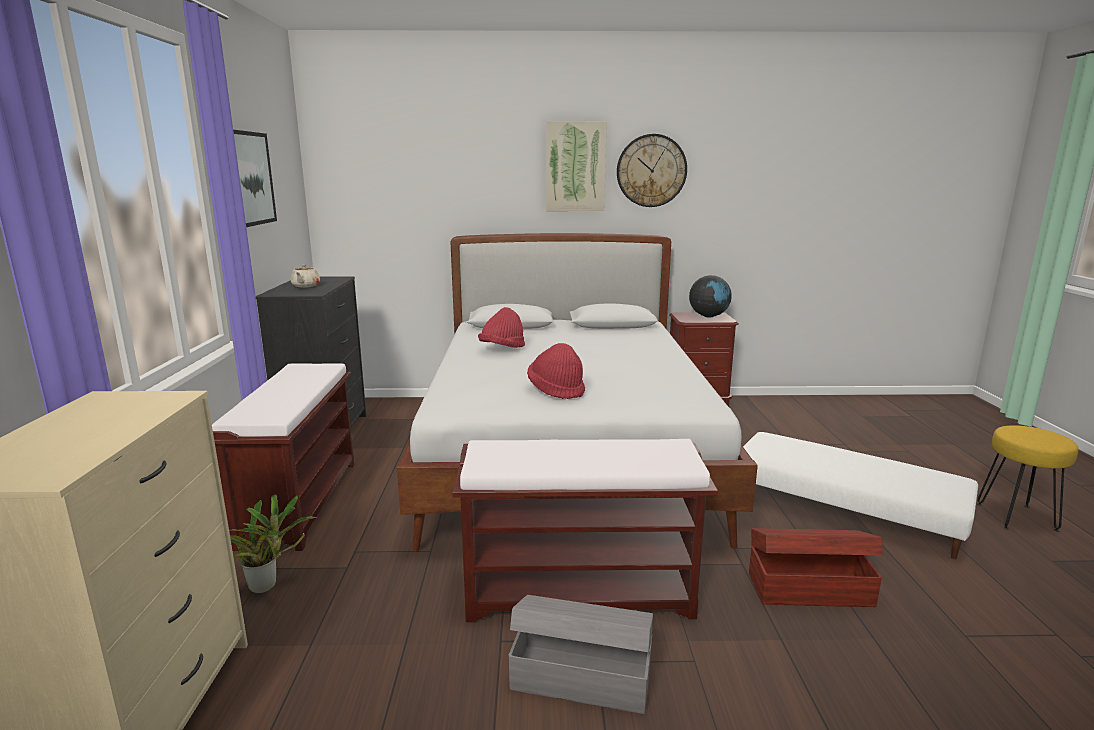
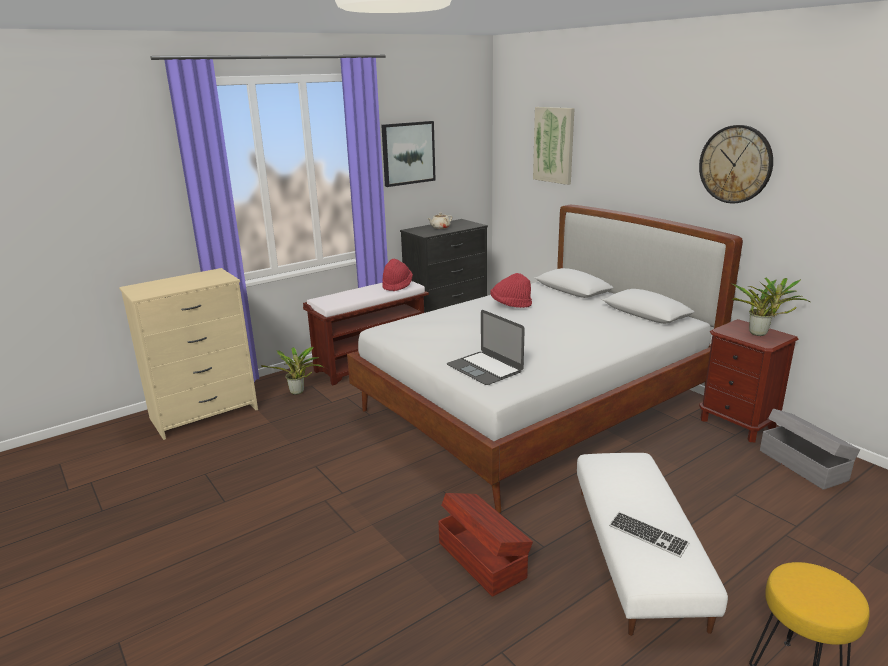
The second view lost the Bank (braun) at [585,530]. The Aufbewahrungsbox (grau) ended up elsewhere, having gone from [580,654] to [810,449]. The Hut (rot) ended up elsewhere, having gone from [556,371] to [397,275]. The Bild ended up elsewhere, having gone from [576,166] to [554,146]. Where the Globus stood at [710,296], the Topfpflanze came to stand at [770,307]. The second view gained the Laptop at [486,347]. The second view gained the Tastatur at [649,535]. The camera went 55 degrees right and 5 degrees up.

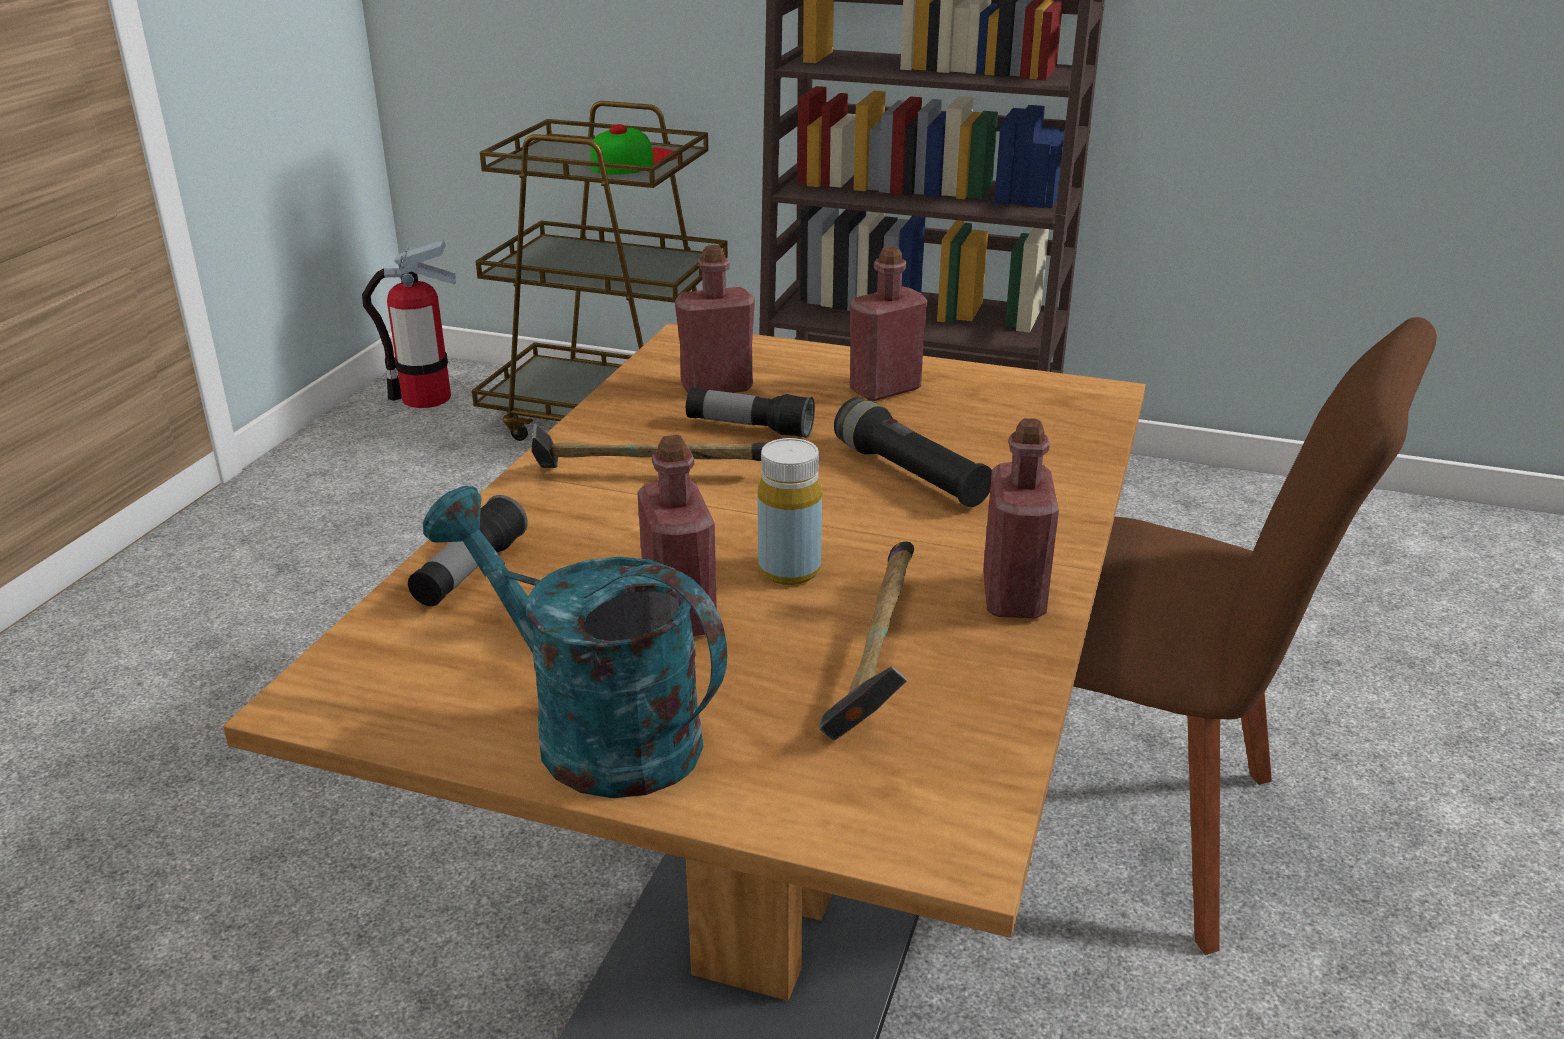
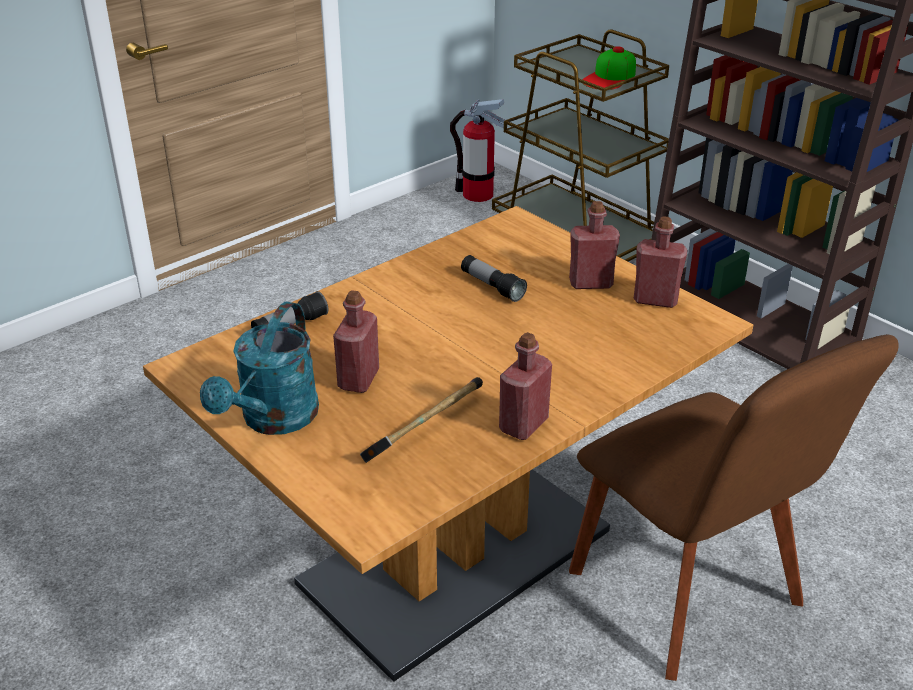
The Gießkanne (türkis) at [575,641] ended up facing another way, 135 degrees counterclockwise from before. The second view lost the Hammer at [649,446]. The Kappe at [634,149] ended up facing another way, 150 degrees clockwise from before. The Flasche (rot) ended up elsewhere, having gone from [715,319] to [661,262]. The second view lost the Flasche (gelb) at [789,511]. The second view lost the Taschenlampe (schwarz) at [913,452]. The camera went 30 degrees right and 5 degrees up.

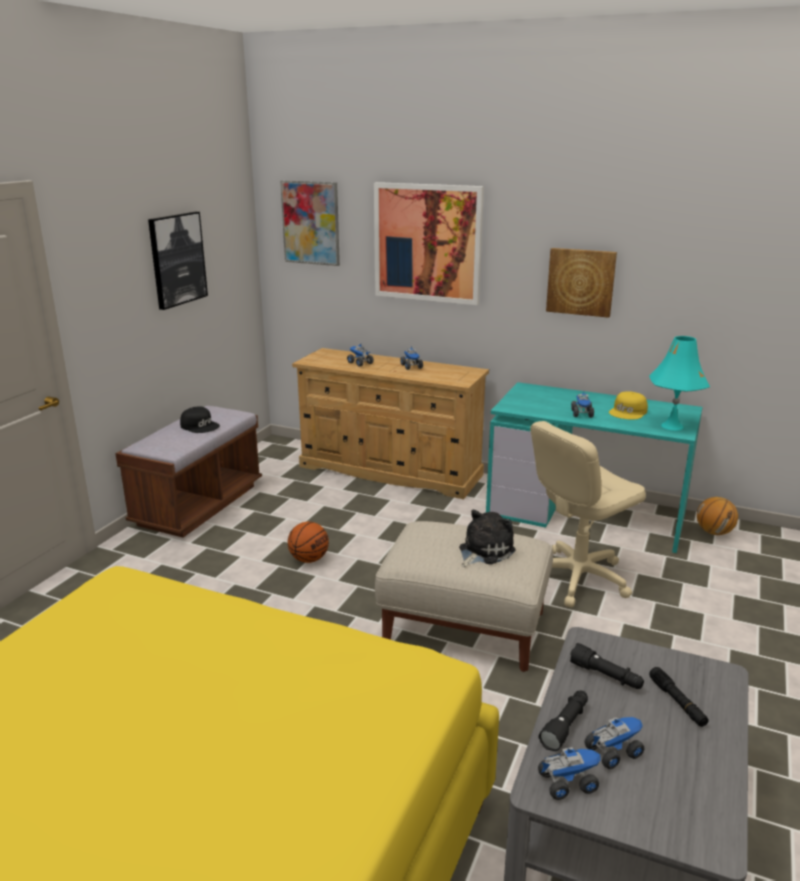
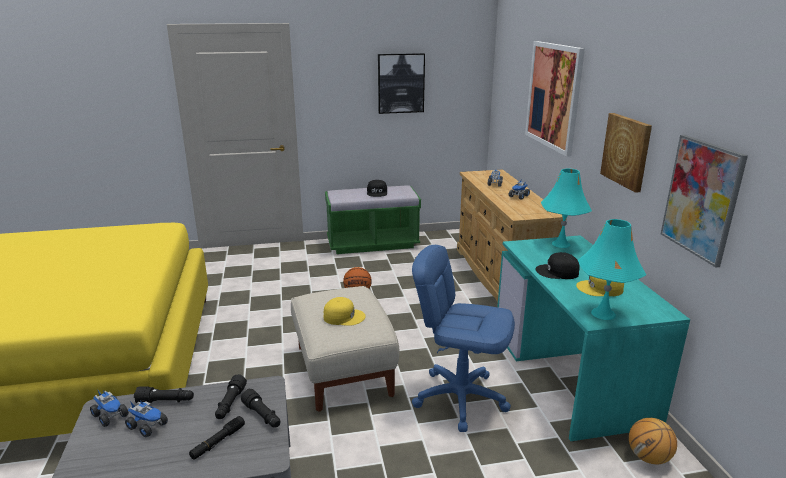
What was the Bank (braun) at [188,472] turned into the Bank (grün) at [373,219]. The Bild ended up elsewhere, having gone from [310,223] to [704,201]. Where the Plüschtier stood at [487,538], the Kappe (gelb) came to stand at [345,311]. What was the Bürostuhl (beige) at [588,514] turned into the Bürostuhl (blau) at [463,338]. Where the Spielzeuglaster stood at [582,405], the Kappe (schwarz) came to stand at [557,265]. The second view gained the Taschenlampe (schwarz) at [260,408]. The second view gained the Tischlampe (türkis) at [566,208]. The camera went 55 degrees right and 0 degrees up.

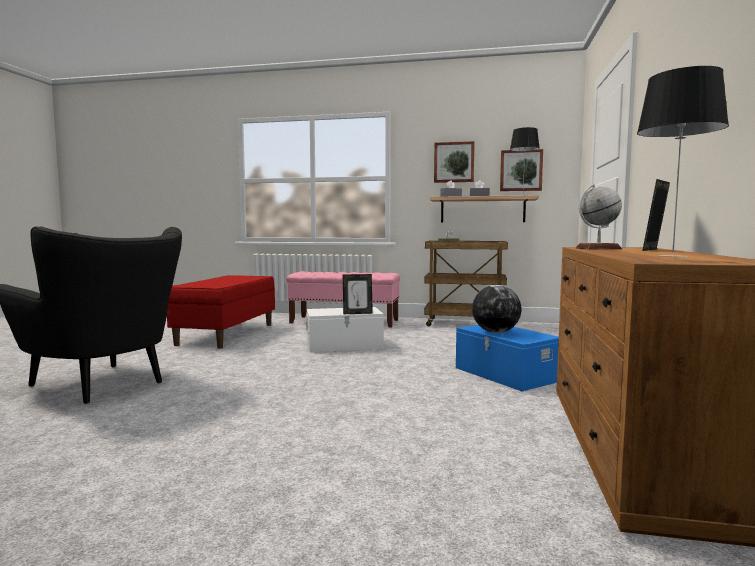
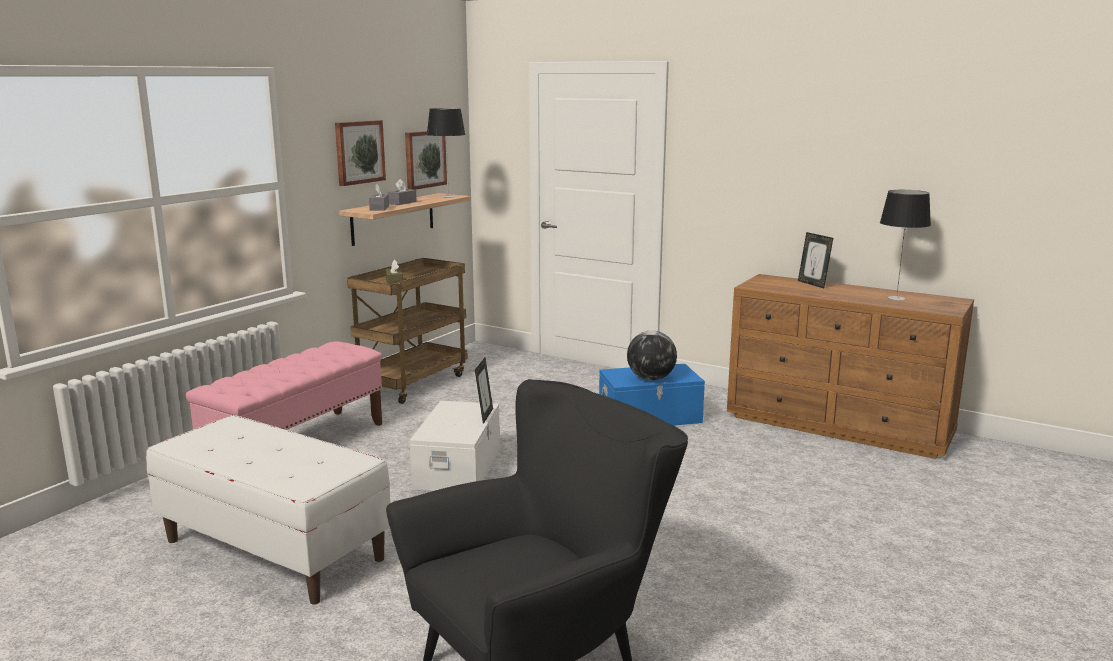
What was the Bank (rot) at [221,312] turned into the Bank (weiß) at [268,510]. The second view lost the Globus at [599,216]. The camera went 70 degrees left and 10 degrees up.

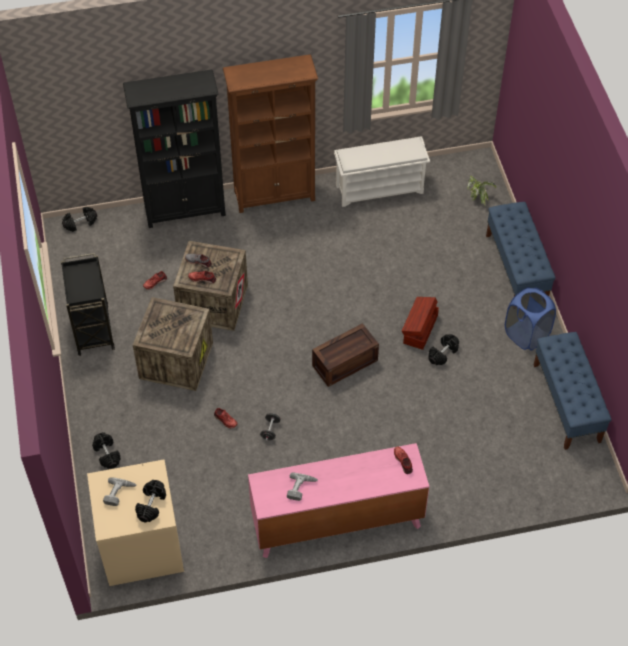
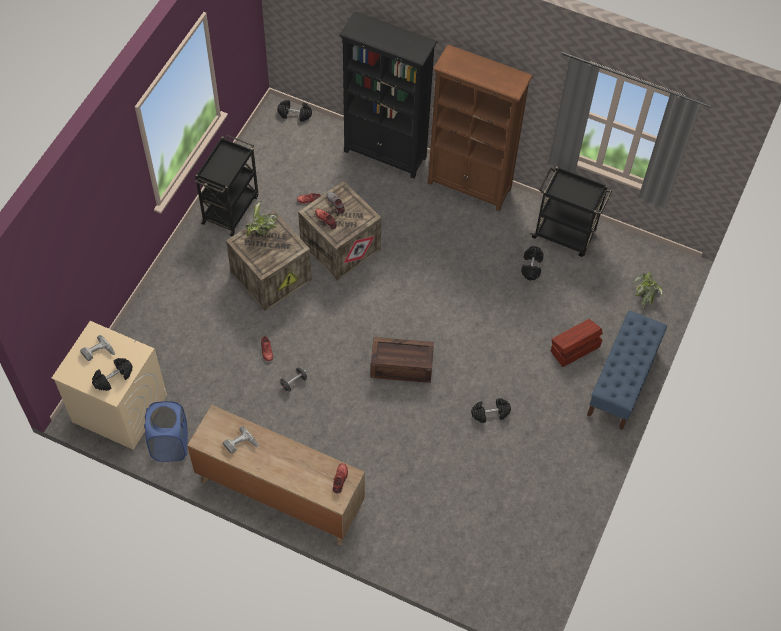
The Hantel (schwarz) ended up elsewhere, having gone from [106,450] to [532,263]. What was the Kommode (rosa) at [338,500] turned into the Kommode (braun) at [276,475]. Where the Schuhregal (weiß) stood at [382,171], the Rollwagen (schwarz) came to stand at [571,211]. The Aufbewahrungsbox (braun) ended up elsewhere, having gone from [420,323] to [577,343]. The Wäschekorb (blau) ended up elsewhere, having gone from [530,318] to [166,431]. The second view lost the Bank (blau) at [572,391]. The second view gained the Topfpflanze at [262,219]. The camera went 35 degrees right and 5 degrees up.

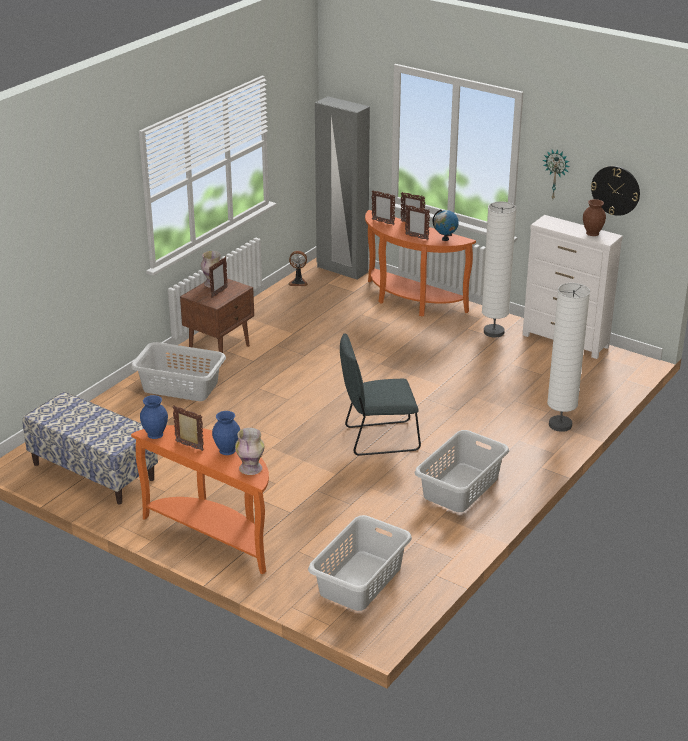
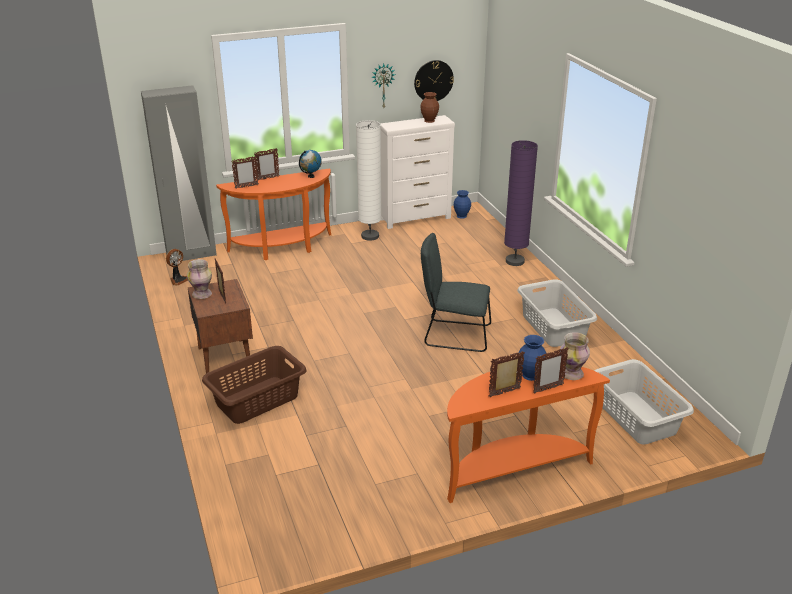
The second view lost the Bank at [90,448]. What was the Wäschekorb (grau) at [178,371] turned into the Wäschekorb (braun) at [254,385]. The Vase (blau) ended up elsewhere, having gone from [154,417] to [462,204]. The Stuhl (grau) at [380,394] ended up facing another way, 75 degrees clockwise from before. The Bilderrahmen ended up elsewhere, having gone from [417,222] to [551,370]. What was the Stehlampe (weiß) at [568,357] turned into the Stehlampe (lila) at [521,203]. The camera went 55 degrees left and 0 degrees up.

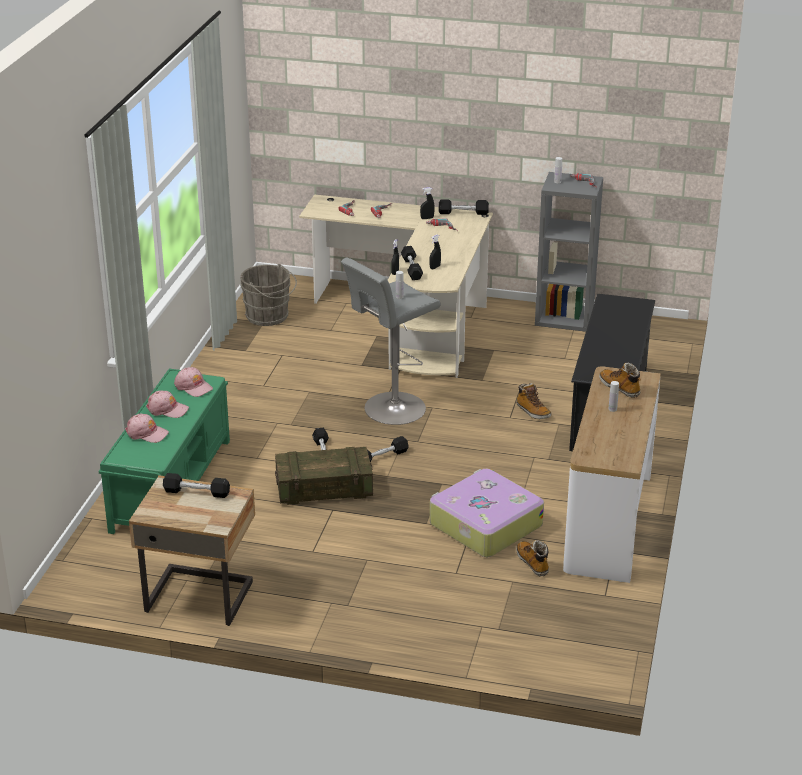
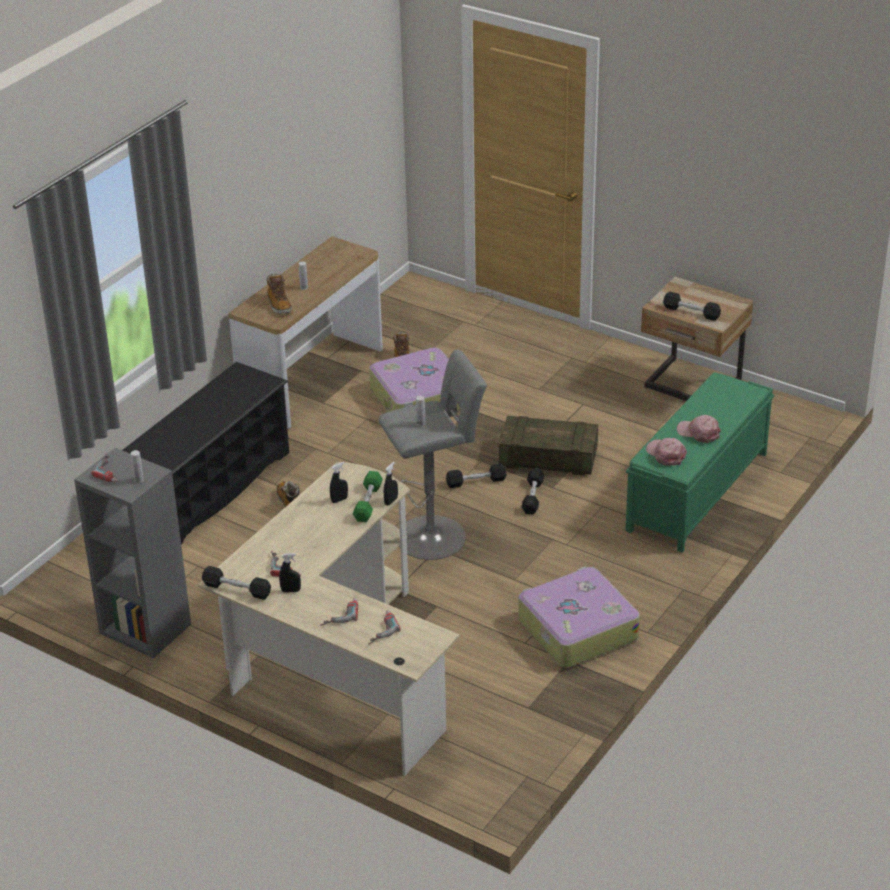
The second view lost the Kappe (rosa) at [147,428]. The second view lost the Eimer (grau) at [268,295]. What was the Hantel (schwarz) at [412,263] turned into the Hantel (grün) at [368,496]. The second view gained the Koffer at [579,617]. The camera went 160 degrees left and 5 degrees up.

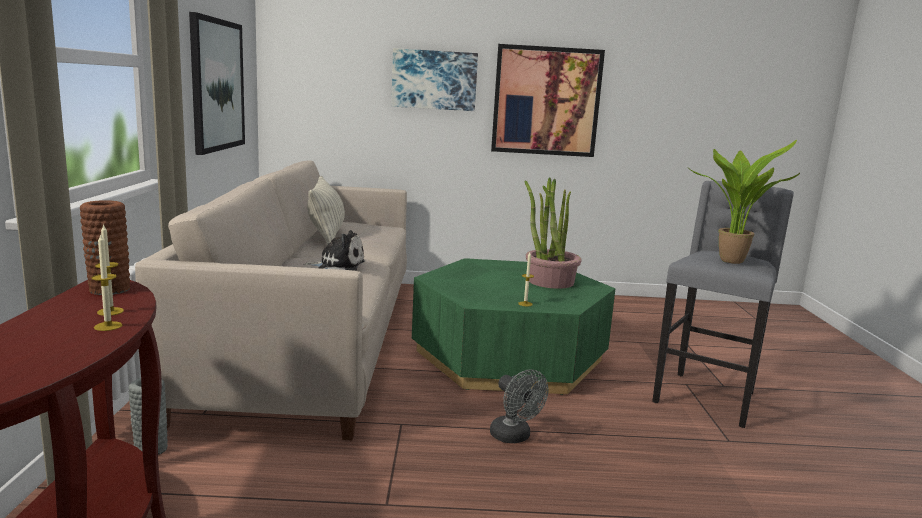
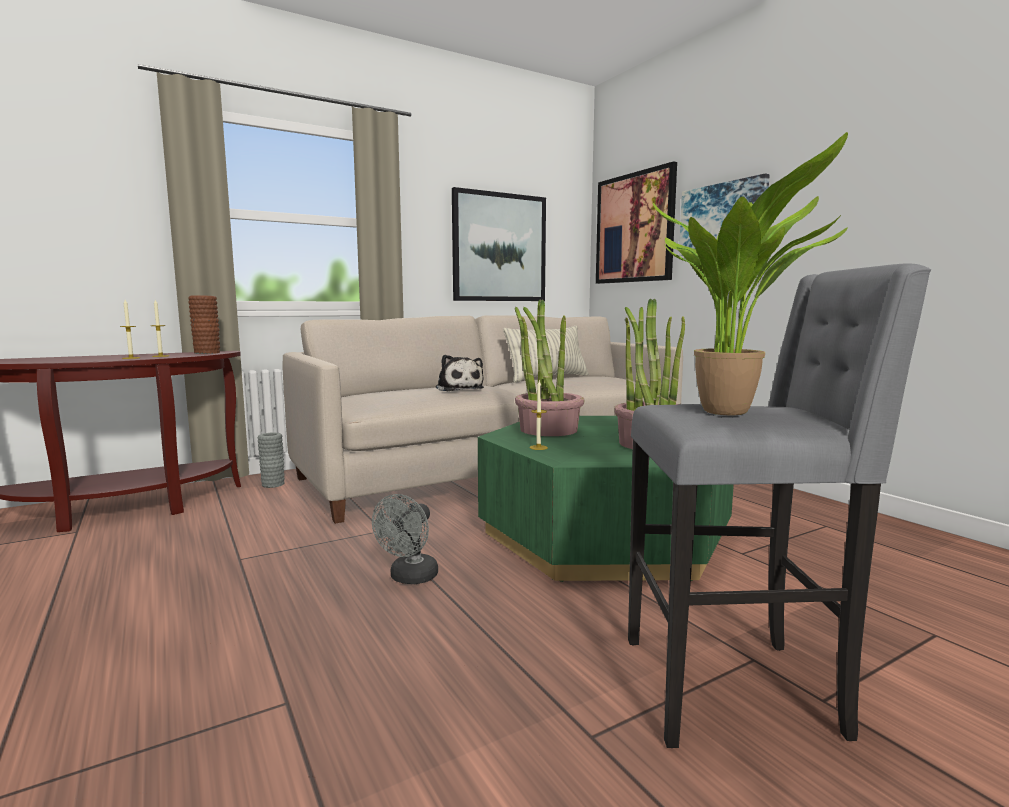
The Bild ended up elsewhere, having gone from [548,100] to [636,222]. The second view gained the Topfpflanze at [549,367]. The camera went 60 degrees right and 5 degrees down.

